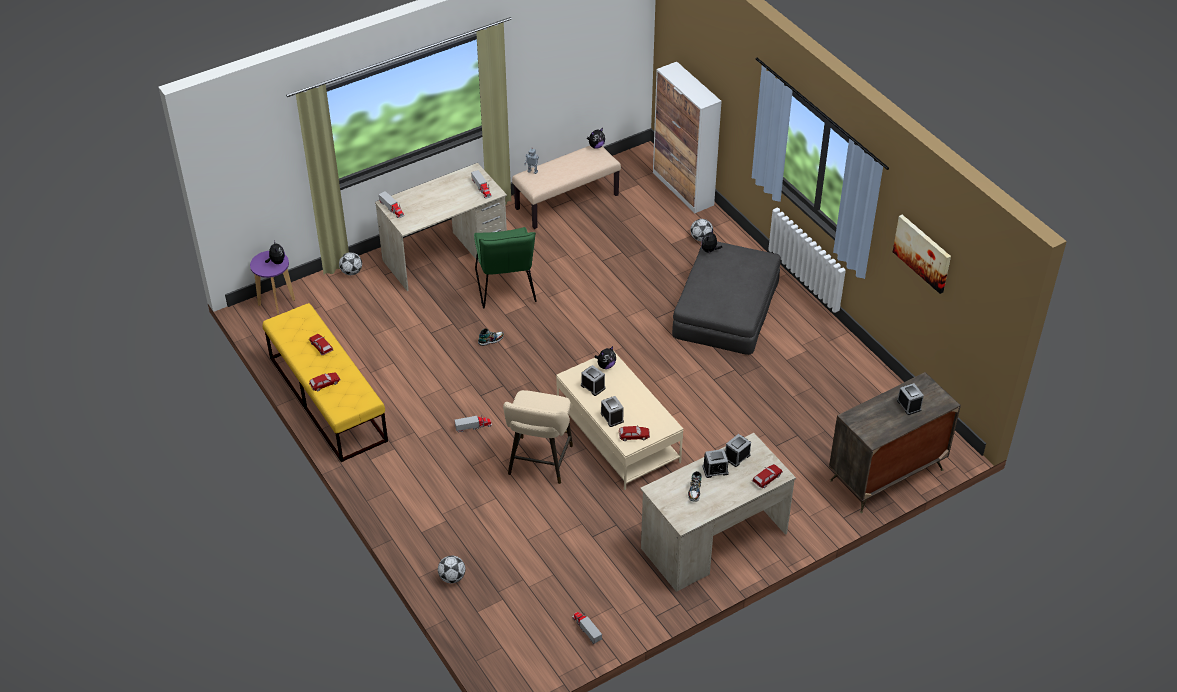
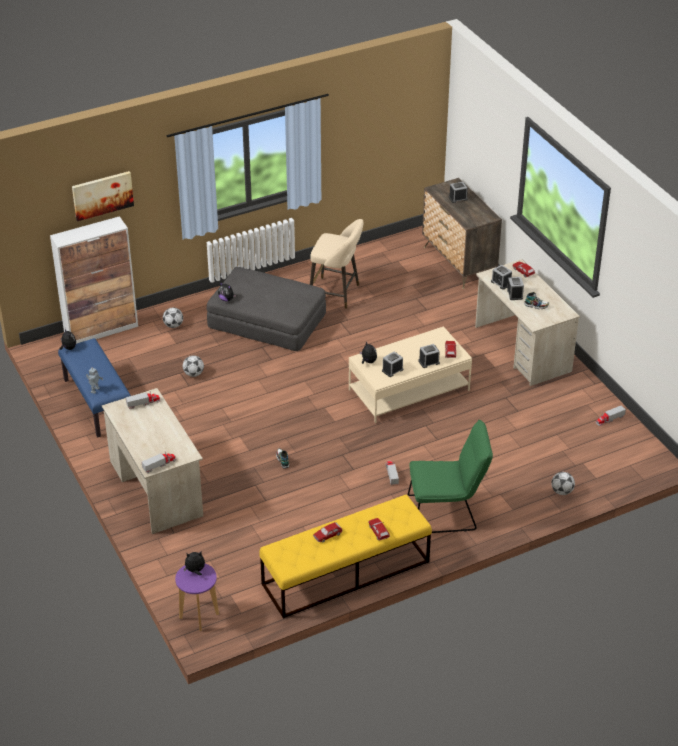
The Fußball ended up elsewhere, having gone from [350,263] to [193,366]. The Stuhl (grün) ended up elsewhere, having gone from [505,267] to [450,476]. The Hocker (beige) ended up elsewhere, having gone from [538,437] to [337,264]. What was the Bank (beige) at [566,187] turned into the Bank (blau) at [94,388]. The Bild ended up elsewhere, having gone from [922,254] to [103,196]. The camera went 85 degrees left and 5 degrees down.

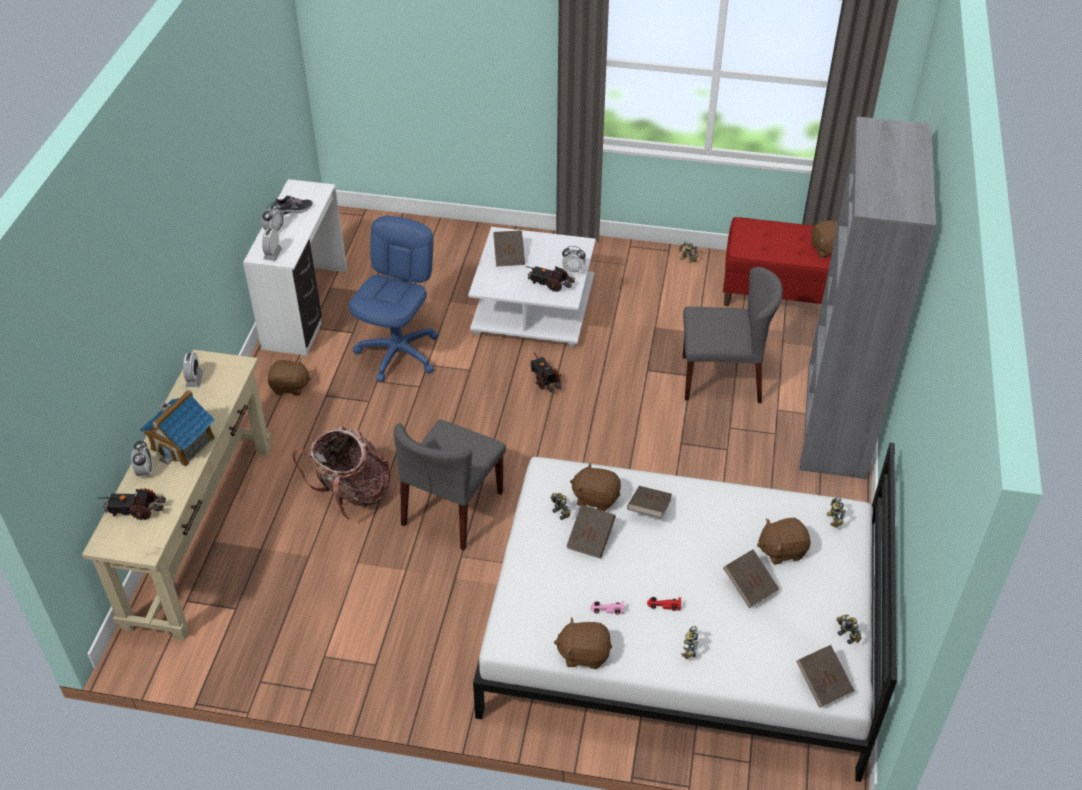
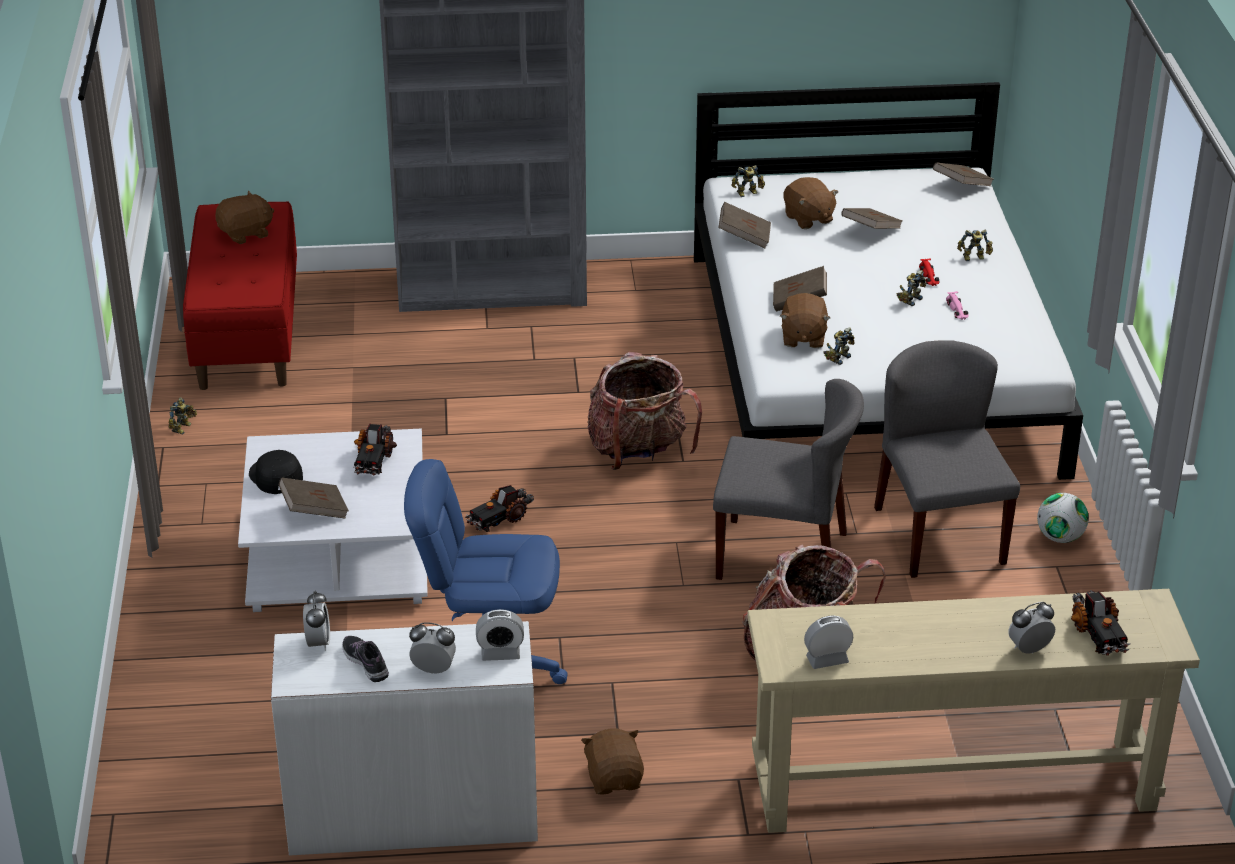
The second view lost the Spielzeughaus at [177,428]. The second view lost the Plüschtier (braun) at [583,643]. The Wecker ended up elsewhere, having gone from [574,260] to [316,621]. The Buch (braun) ended up elsewhere, having gone from [591,532] to [744,225]. The Stuhl (grau) ended up elsewhere, having gone from [733,335] to [947,459]. The Spielzeugroboter ended up elsewhere, having gone from [849,629] to [911,288]. The second view gained the Kappe (schwarz) at [276,472]. The second view gained the Rucksack at [645,411]. The second view gained the Fußball at [1063,518]. The camera went 105 degrees left and 10 degrees down.

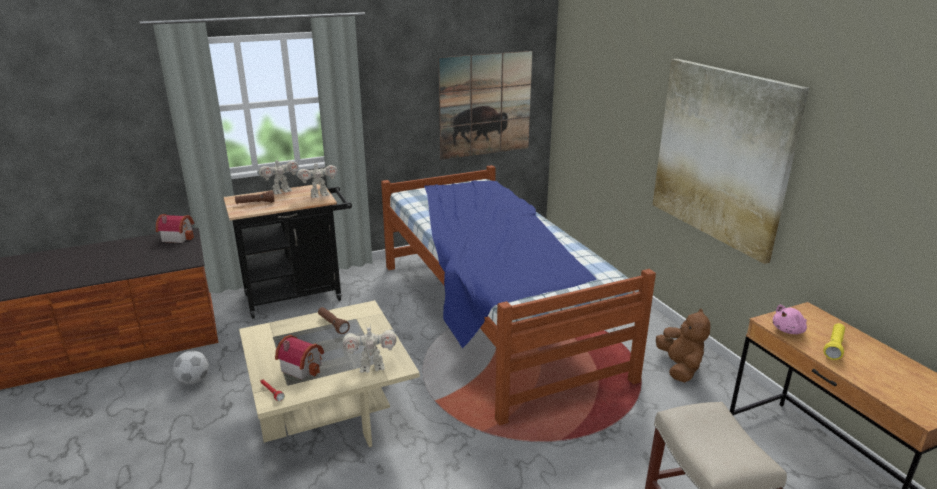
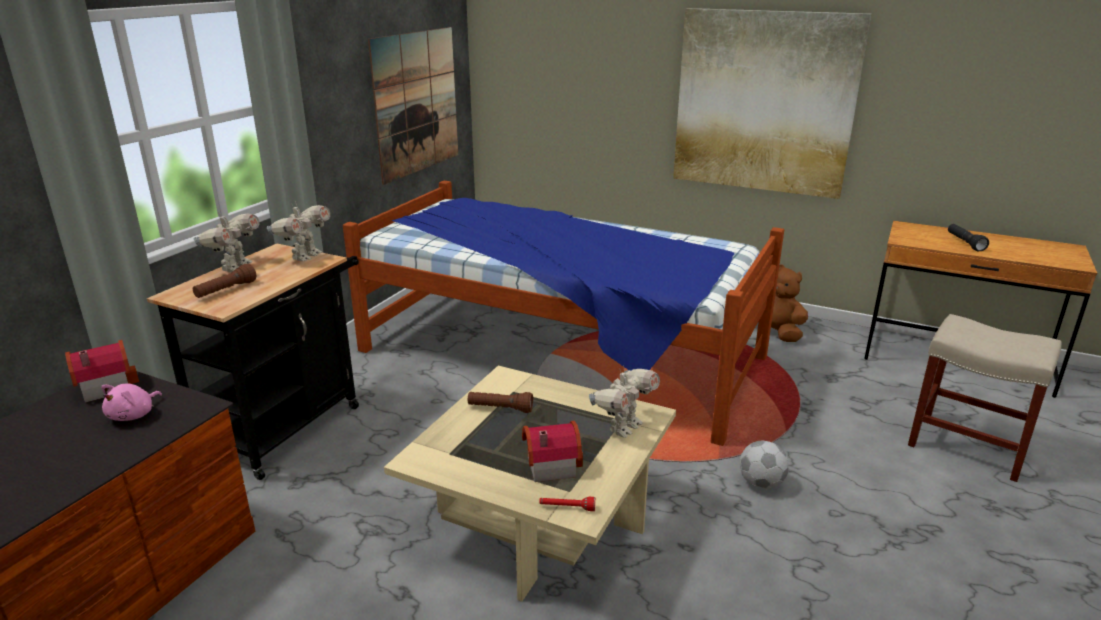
The Fußball ended up elsewhere, having gone from [191,367] to [764,465]. The Plüschtier (rosa) ended up elsewhere, having gone from [790,319] to [131,402]. What was the Taschenlampe (gelb) at [834,341] turned into the Taschenlampe (schwarz) at [968,237]. The camera went 40 degrees left and 0 degrees up.

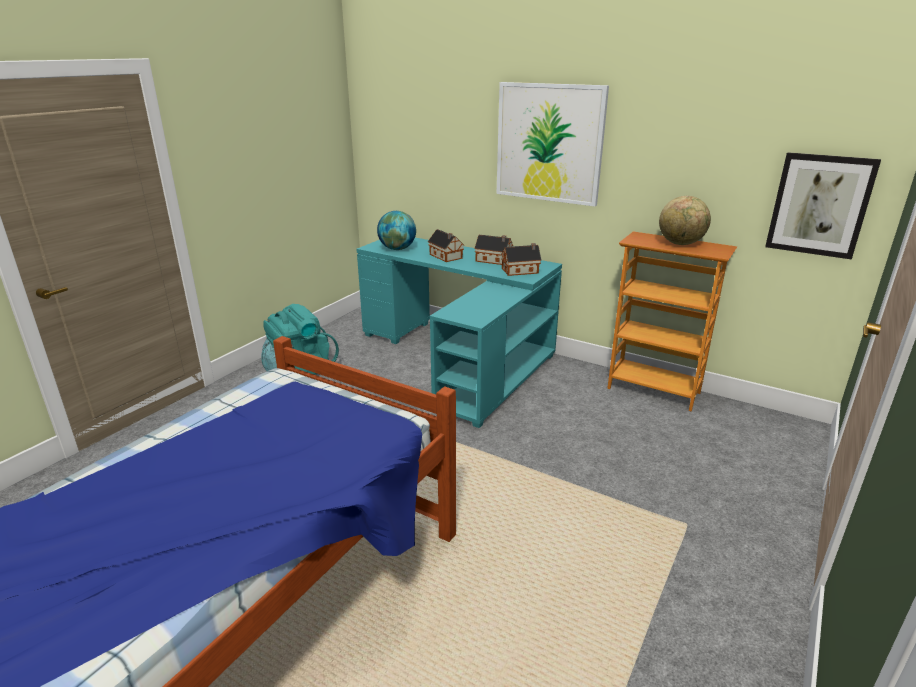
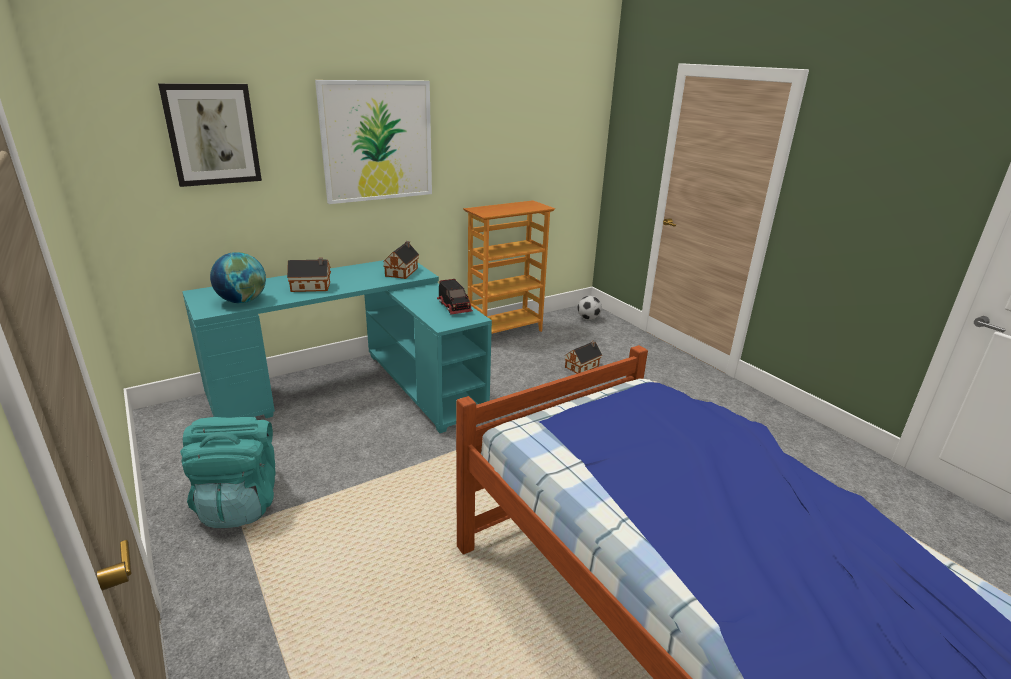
The Spielzeughaus ended up elsewhere, having gone from [493,250] to [583,357]. The second view lost the Globus at [685,220]. The Bild ended up elsewhere, having gone from [823,206] to [210,135]. The second view gained the Spielzeuglaster at [455,296]. The second view gained the Fußball at [590,308]. The camera went 65 degrees left and 0 degrees up.

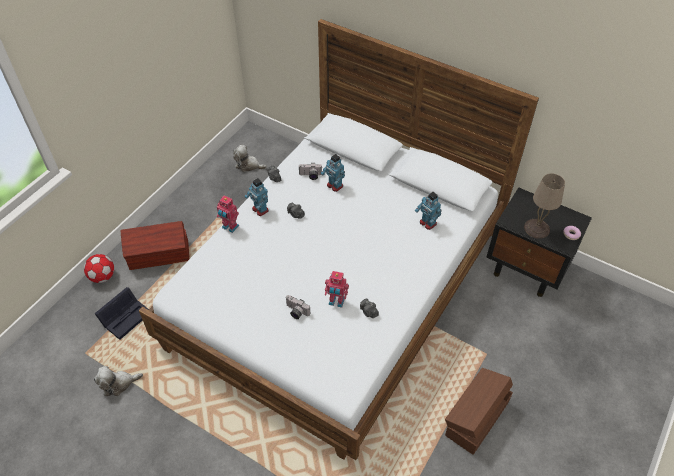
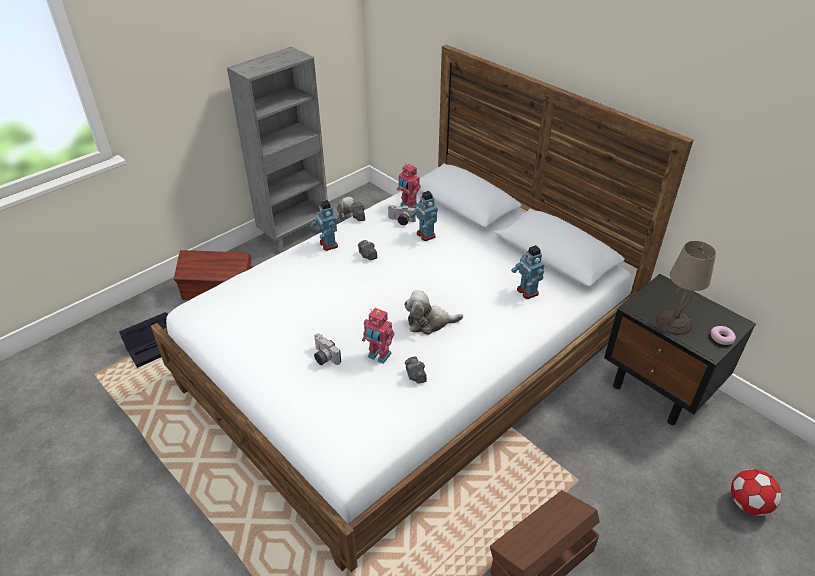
The Fußball ended up elsewhere, having gone from [99,268] to [756,492]. The Plüschtier ended up elsewhere, having gone from [118,381] to [433,312]. The Spielzeugroboter ended up elsewhere, having gone from [228,214] to [409,185]. The second view gained the Bücherregal (grau) at [277,150]. The camera went 15 degrees right and 10 degrees down.

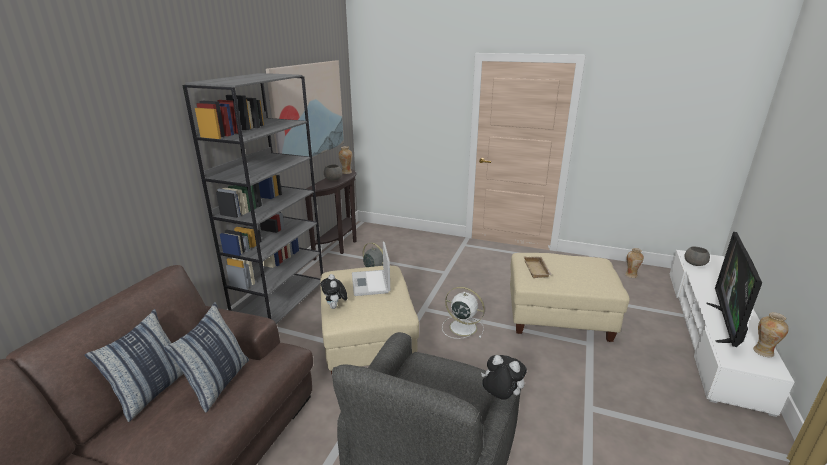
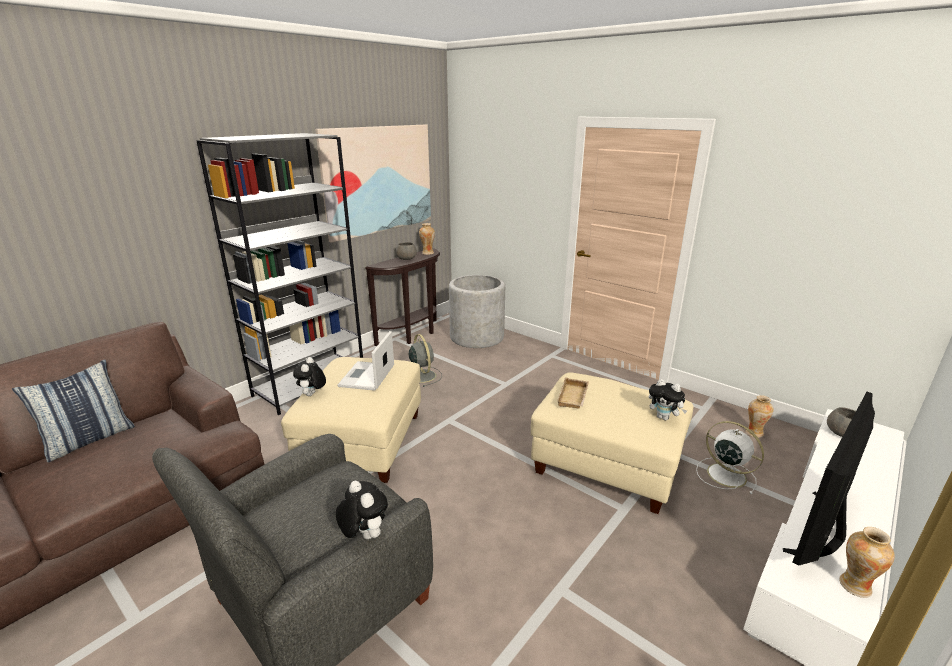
The second view lost the Kissen at [206,357]. The Ventilator (weiß) ended up elsewhere, having gone from [463,313] to [730,457]. The second view gained the Pflanzkübel (grau) at [477,311]. The second view gained the Plüschtier at [668,399]. The camera went 20 degrees right and 0 degrees up.

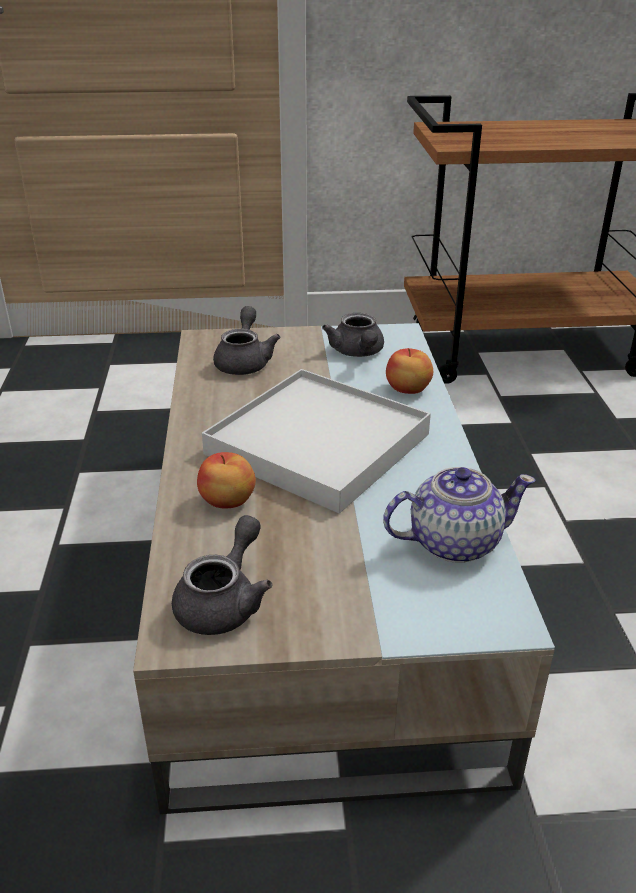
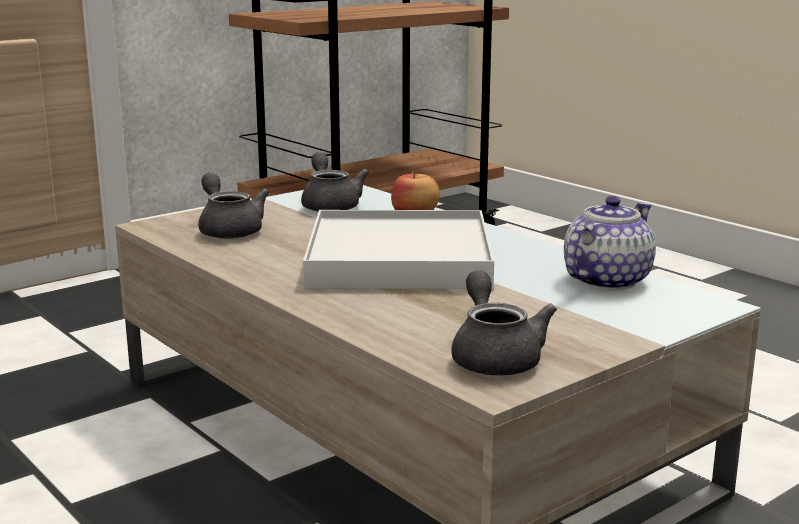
The second view lost the Apfel at [226,480]. The Teekanne (grau) at [353,335] ended up facing another way, 150 degrees counterclockwise from before. The camera went 35 degrees left and 15 degrees down.

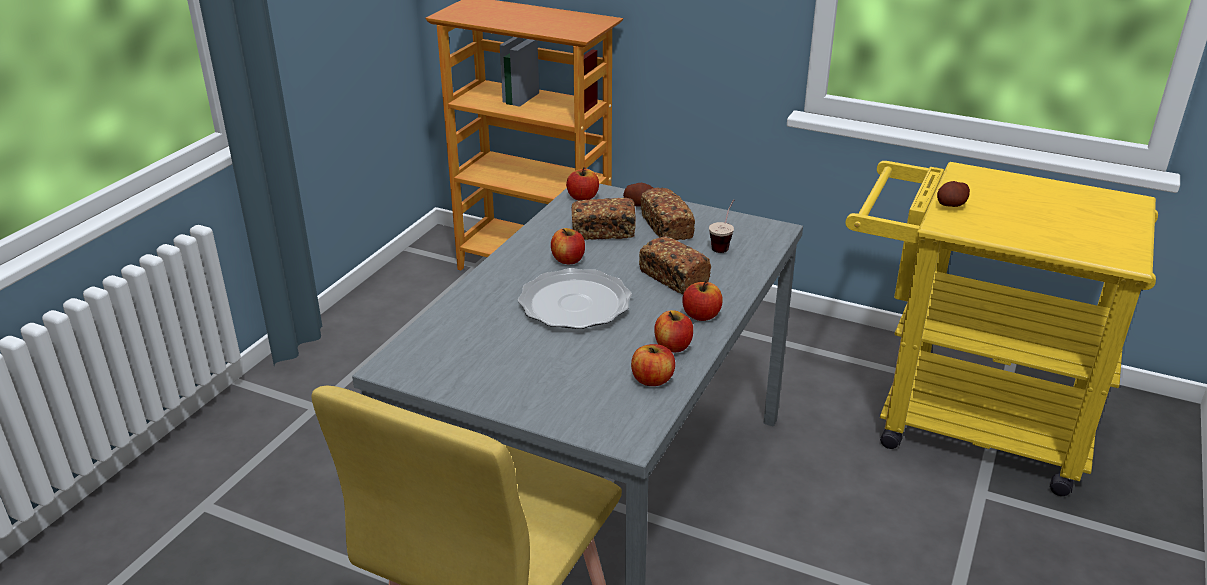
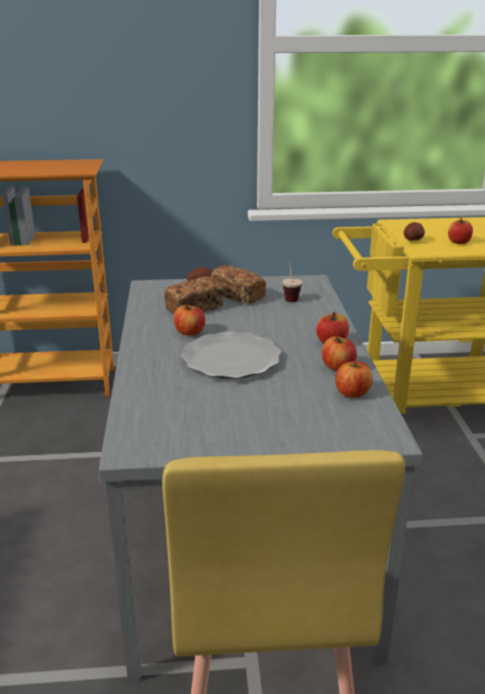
The Apfel ended up elsewhere, having gone from [582,183] to [460,231]. The second view lost the Brot at [675,265]. The camera went 30 degrees left and 5 degrees down.

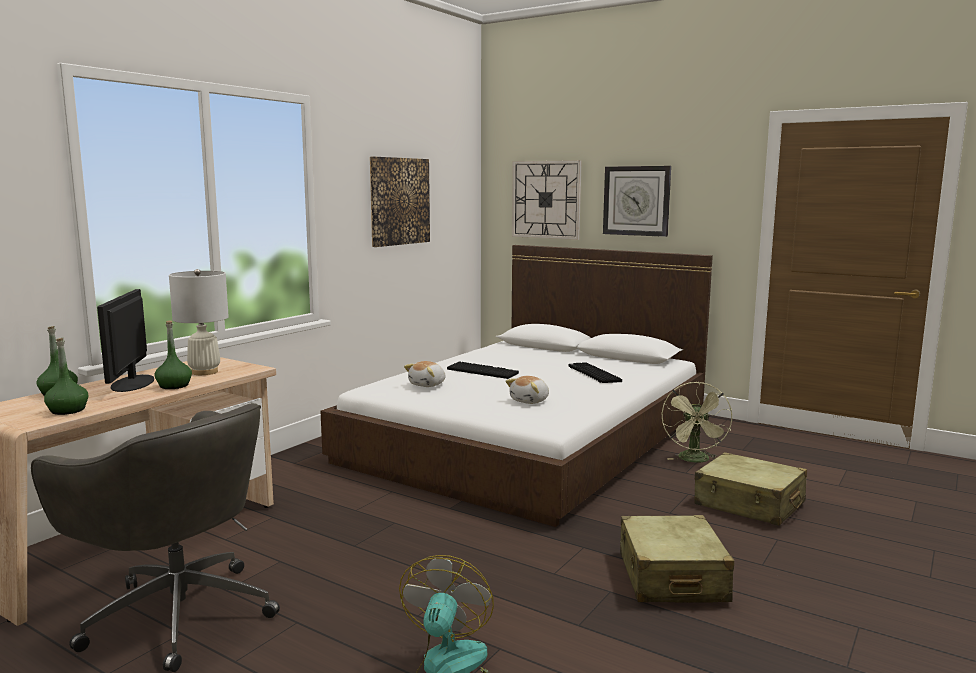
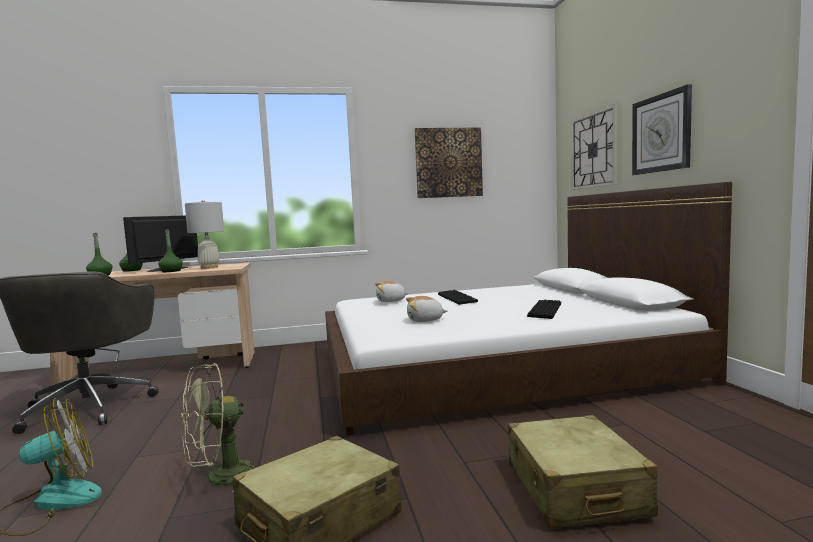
The Ventilator (grün) ended up elsewhere, having gone from [696,422] to [217,428]. The camera went 45 degrees right and 5 degrees down.

